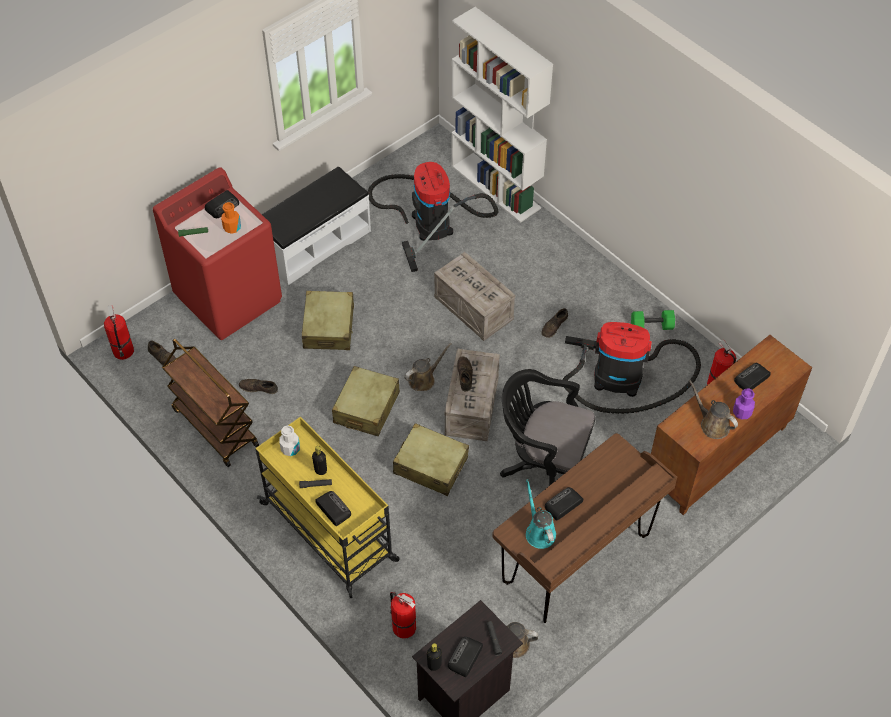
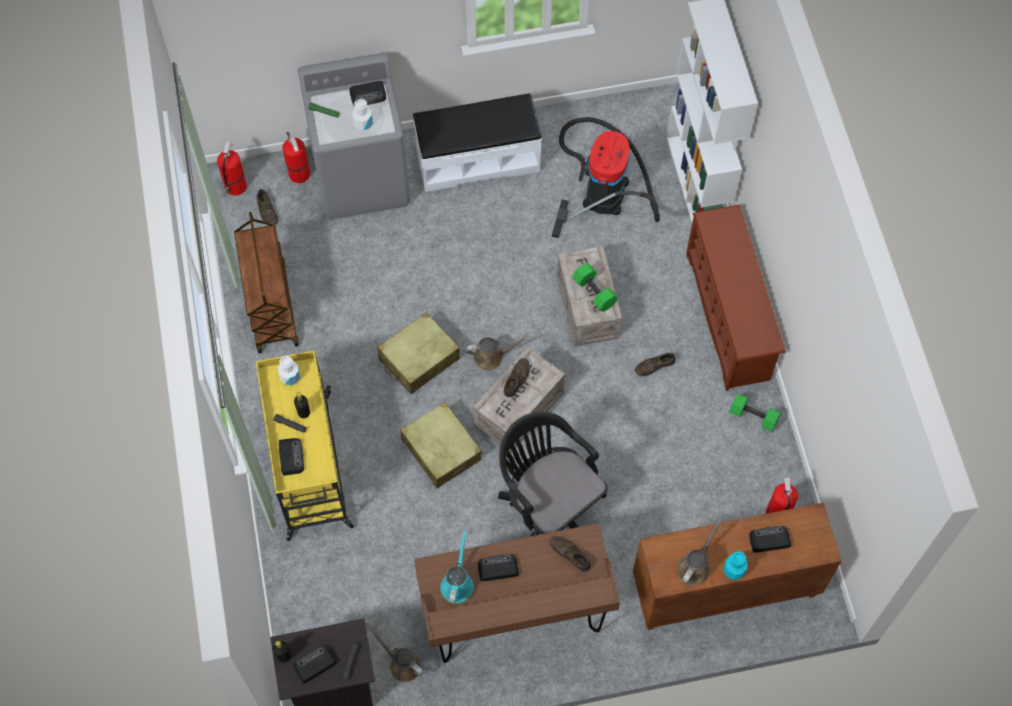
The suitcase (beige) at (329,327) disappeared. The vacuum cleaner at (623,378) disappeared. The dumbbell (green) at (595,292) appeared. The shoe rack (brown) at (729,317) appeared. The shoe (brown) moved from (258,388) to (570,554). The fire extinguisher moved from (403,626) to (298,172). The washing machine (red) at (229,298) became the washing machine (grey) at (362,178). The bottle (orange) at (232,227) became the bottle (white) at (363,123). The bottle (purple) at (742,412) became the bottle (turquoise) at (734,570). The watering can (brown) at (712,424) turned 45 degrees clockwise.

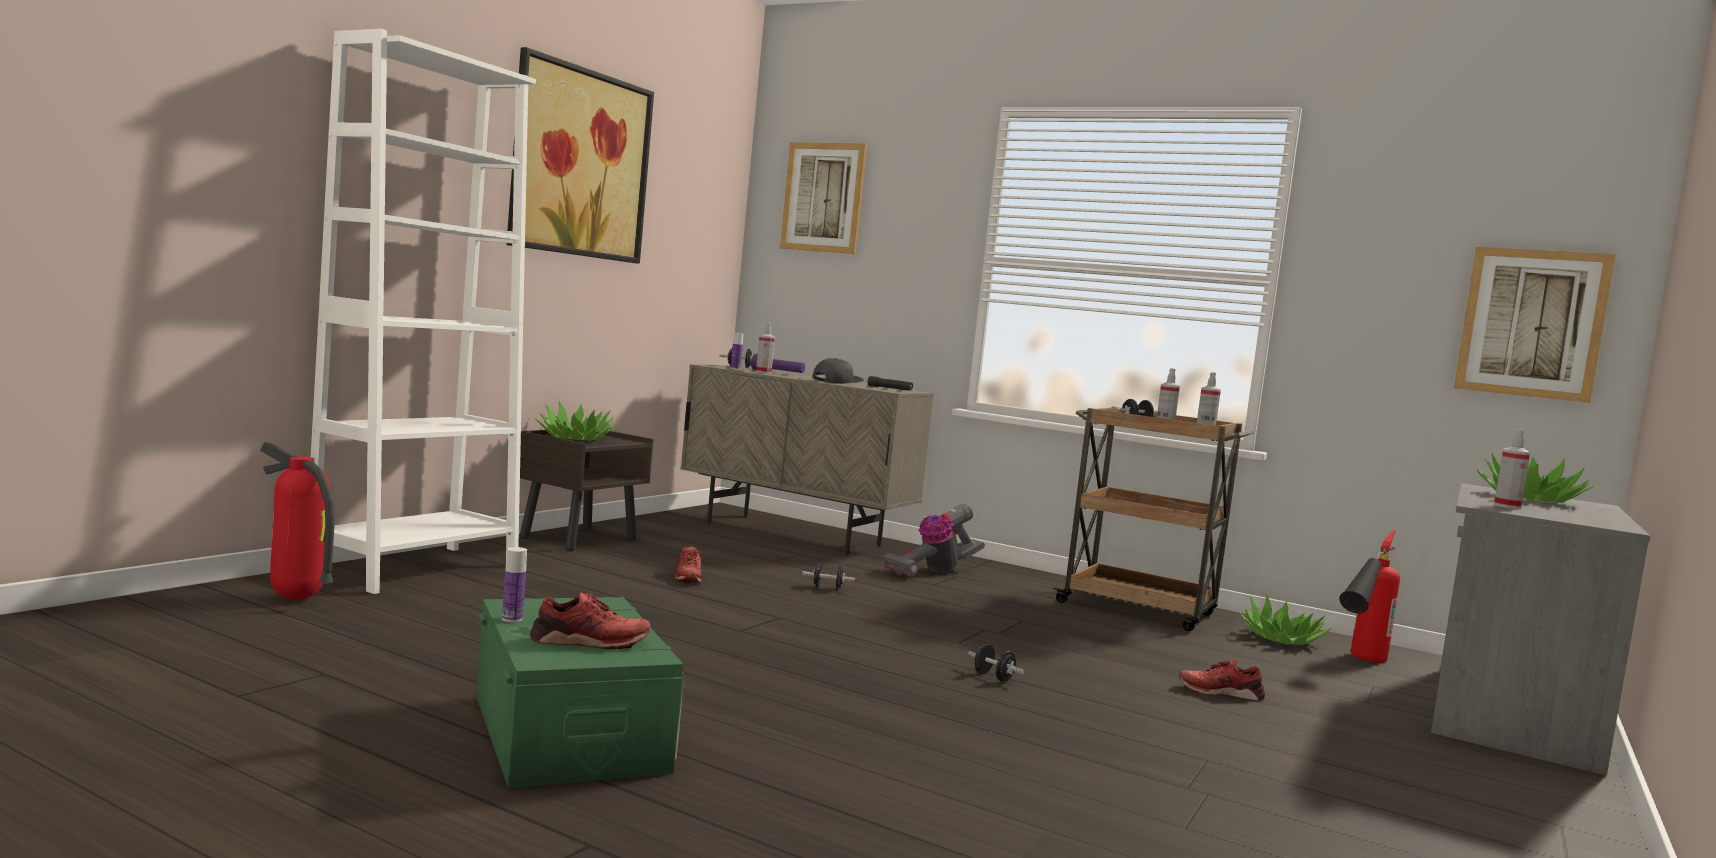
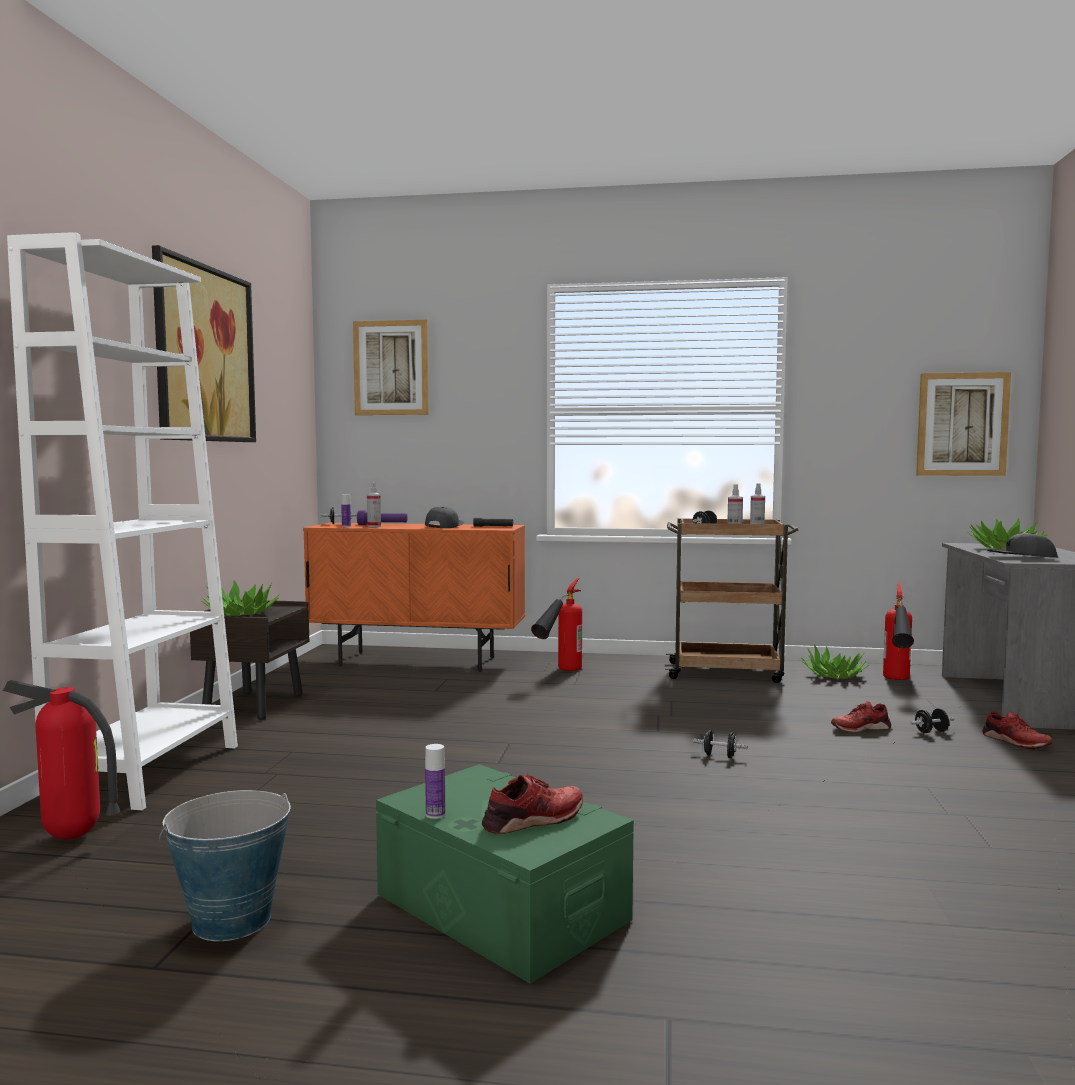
The bucket at (231,920) appeared. The shoe (red) moved from (687,577) to (1015,741). The dumbbell (black) moved from (827,588) to (931,732). The vacuum cleaner at (933,572) was replaced by the fire extinguisher at (559,673). The spray bottle at (1507,506) was replaced by the cap (grey) at (1021,557). The cabinet (beige) at (793,534) became the cabinet (orange) at (418,662).

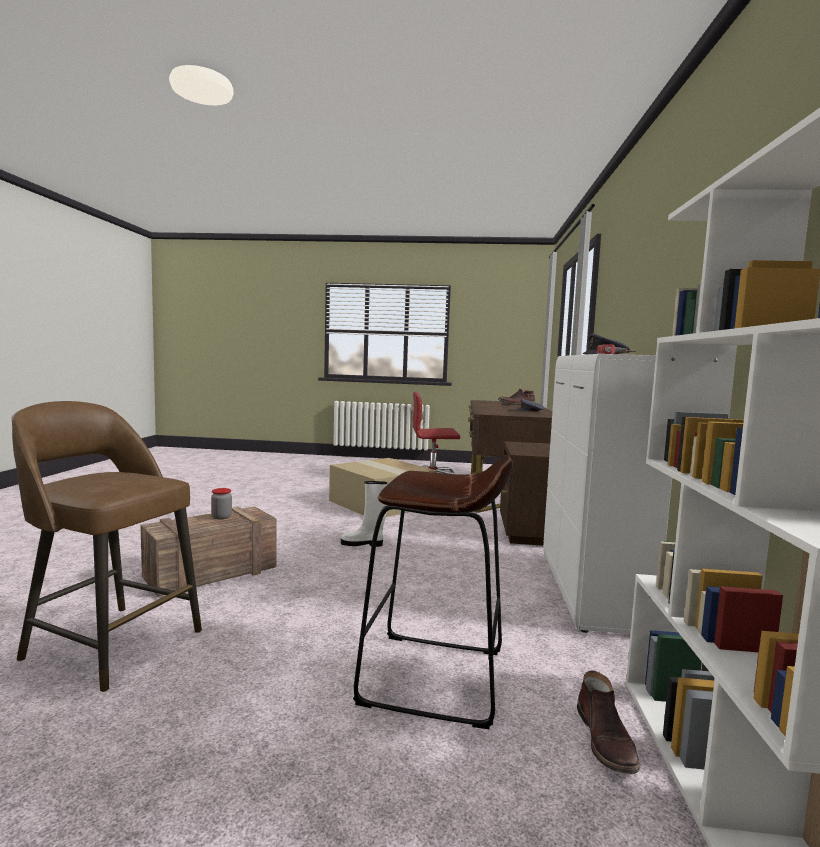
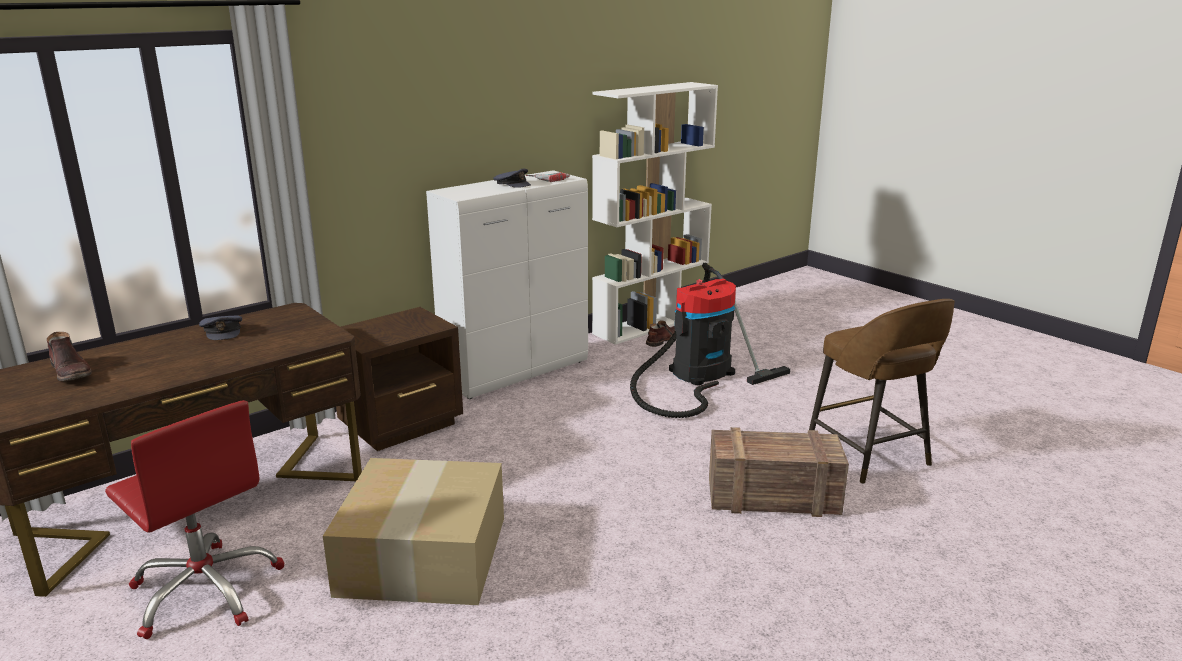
The jar at (221,517) disappeared. The boot (white) at (363,544) disappeared. The stool (brown) at (433,677) was replaced by the vacuum cleaner at (697,375).

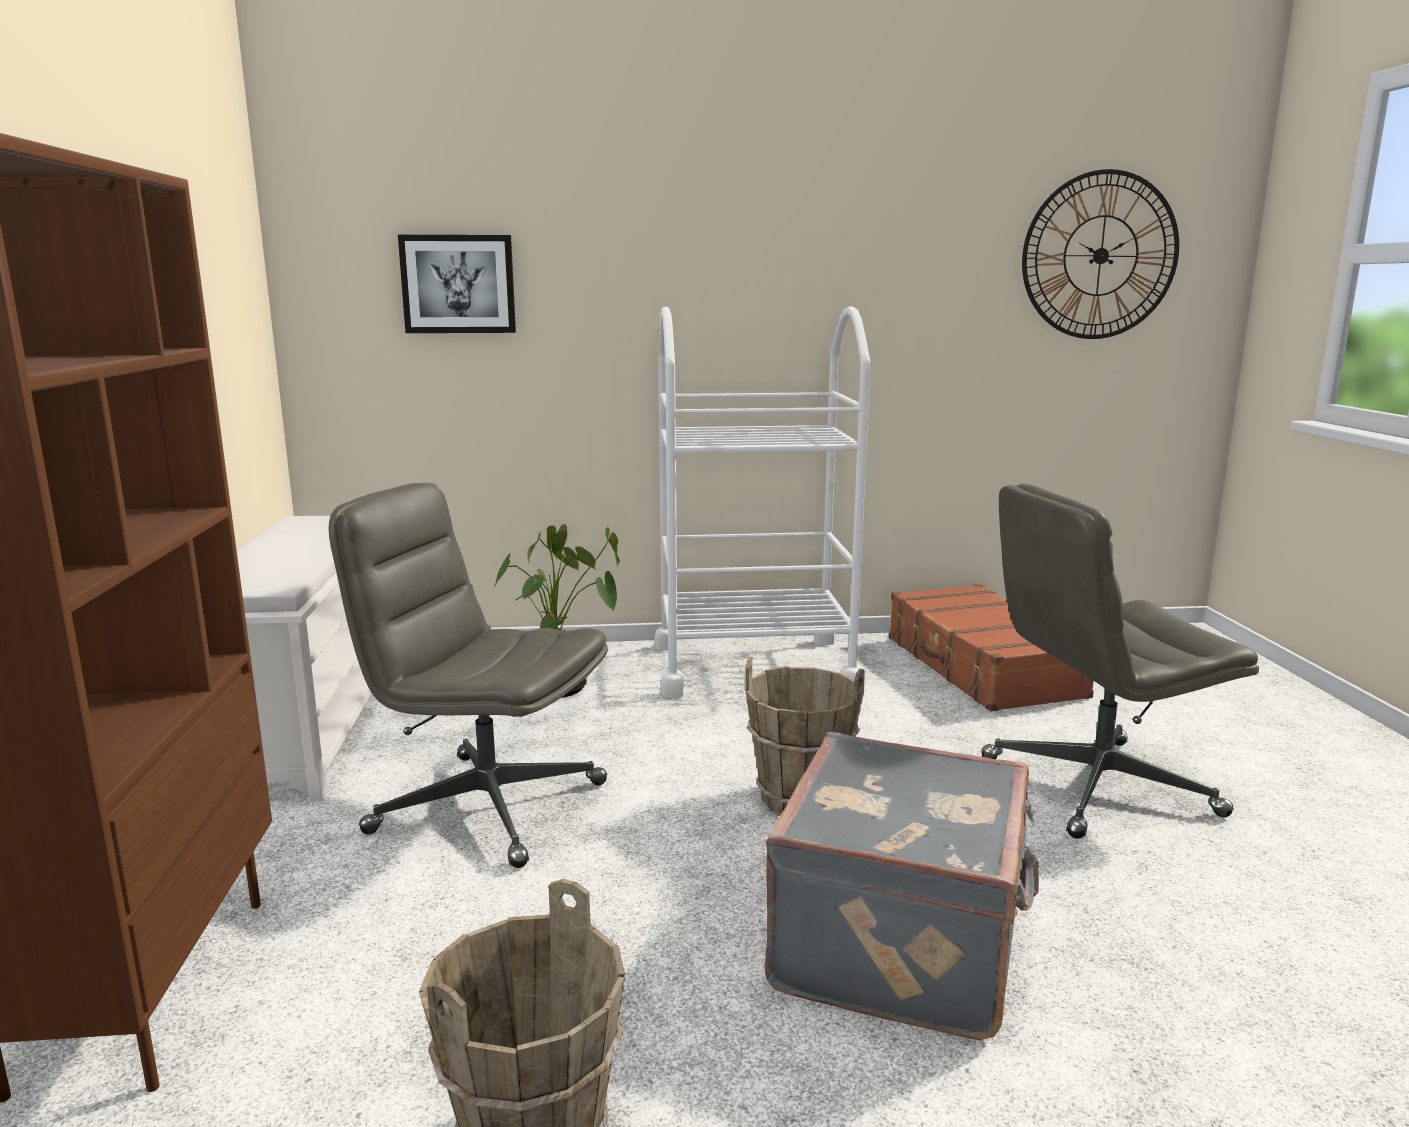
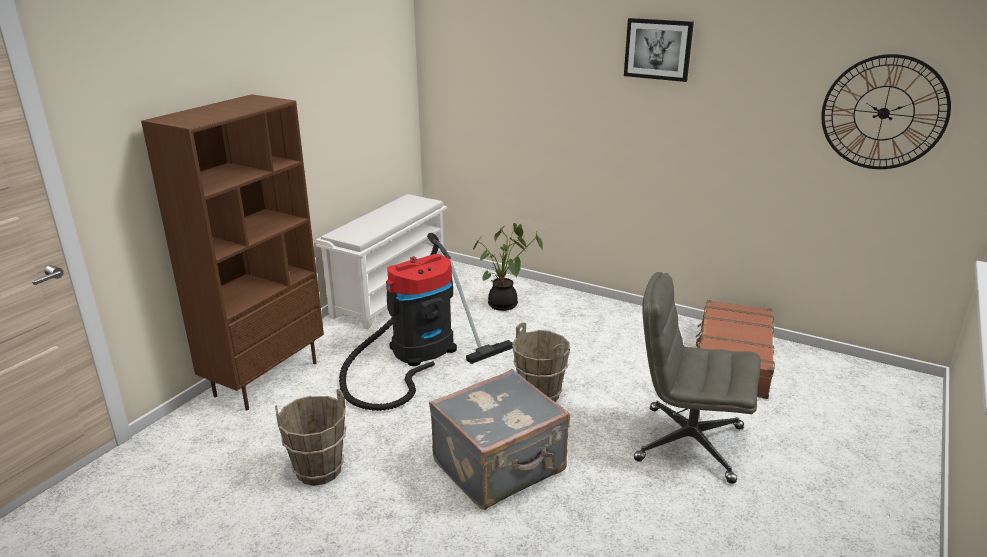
The cart (white) at (753,666) disappeared. The picture moved from (458,284) to (658,49). The office chair (grey) at (486,807) was replaced by the vacuum cleaner at (417,352).

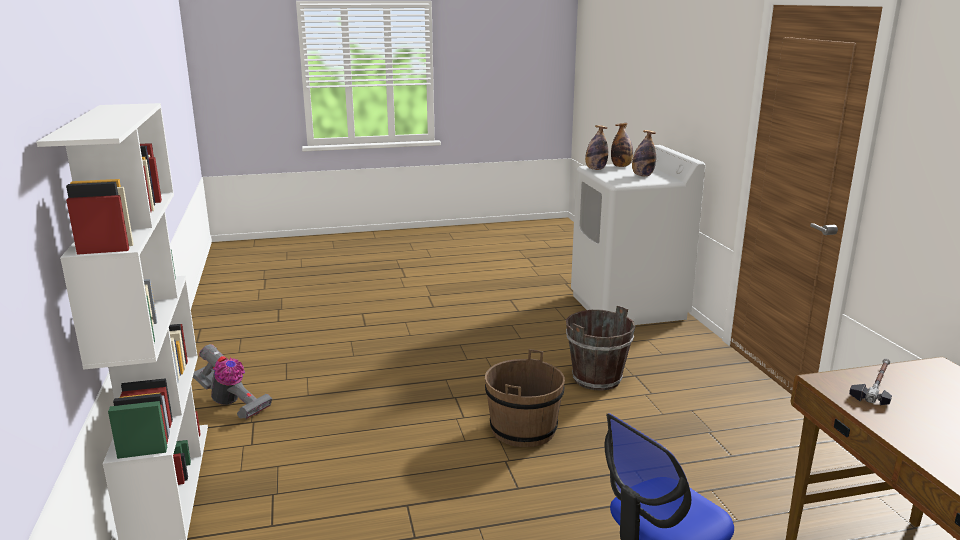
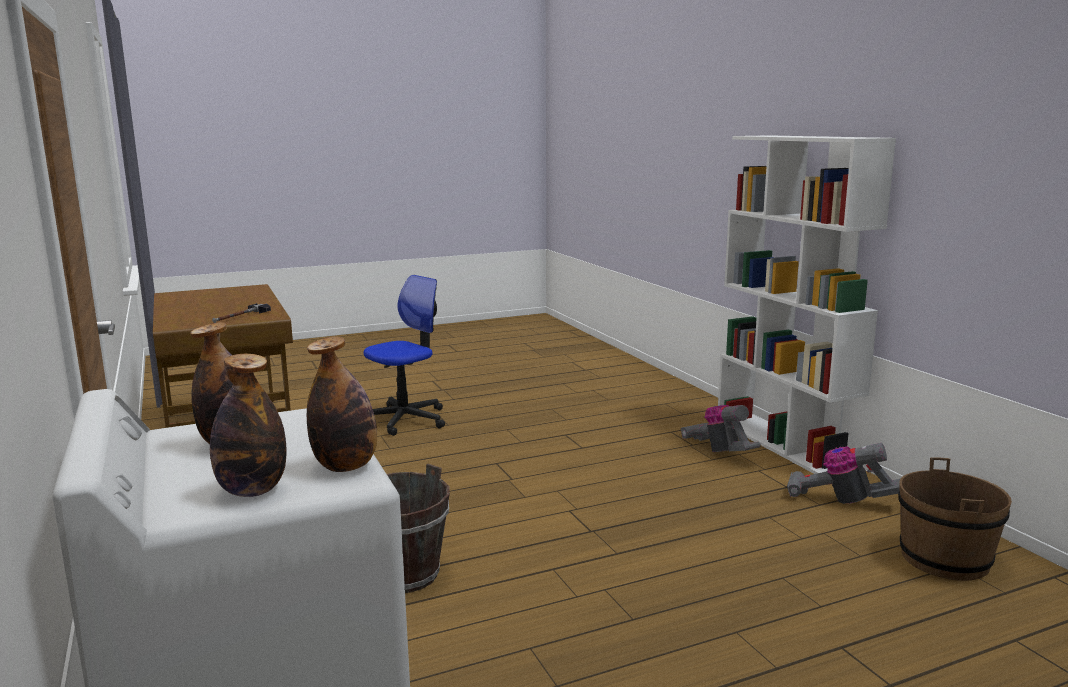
The vacuum cleaner at (719,451) appeared. The bucket (brown) moved from (523,429) to (944,559).

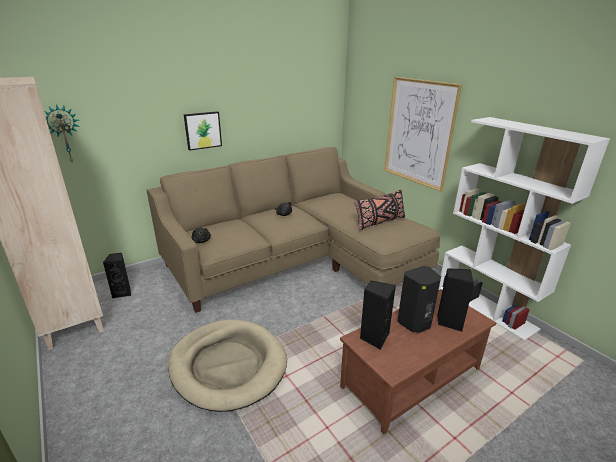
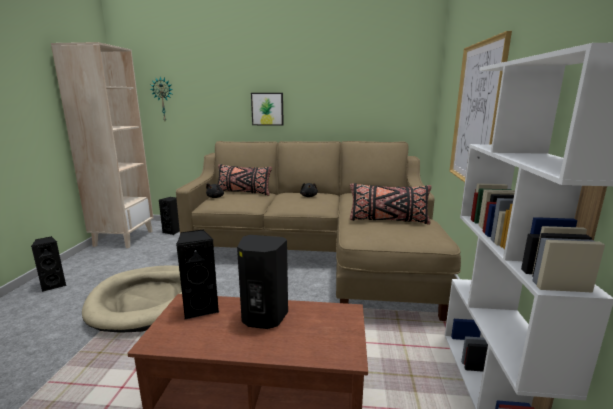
The pillow (black) at (243,192) appeared. The speaker (black) moved from (449,321) to (54,285).

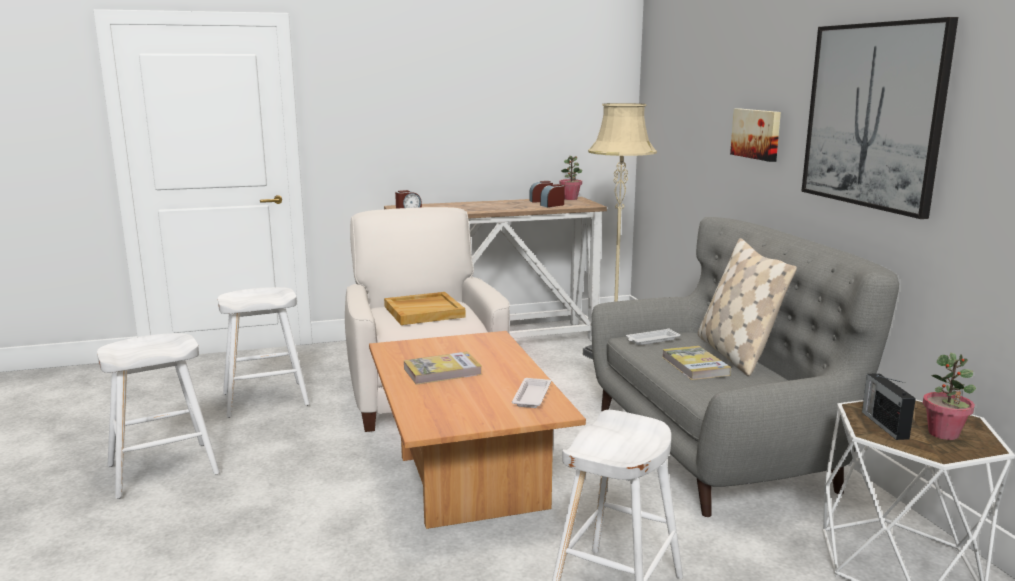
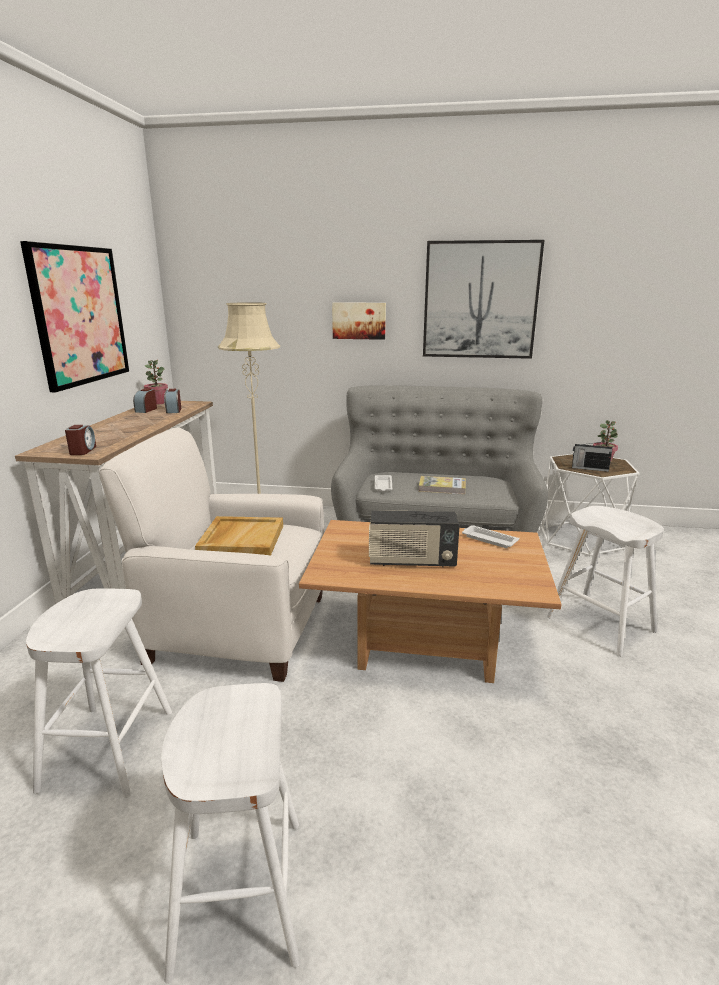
The pillow (beige) at (735,354) disappeared. The picture at (79,315) appeared. The book at (442,371) was replaced by the radio at (411,561).

